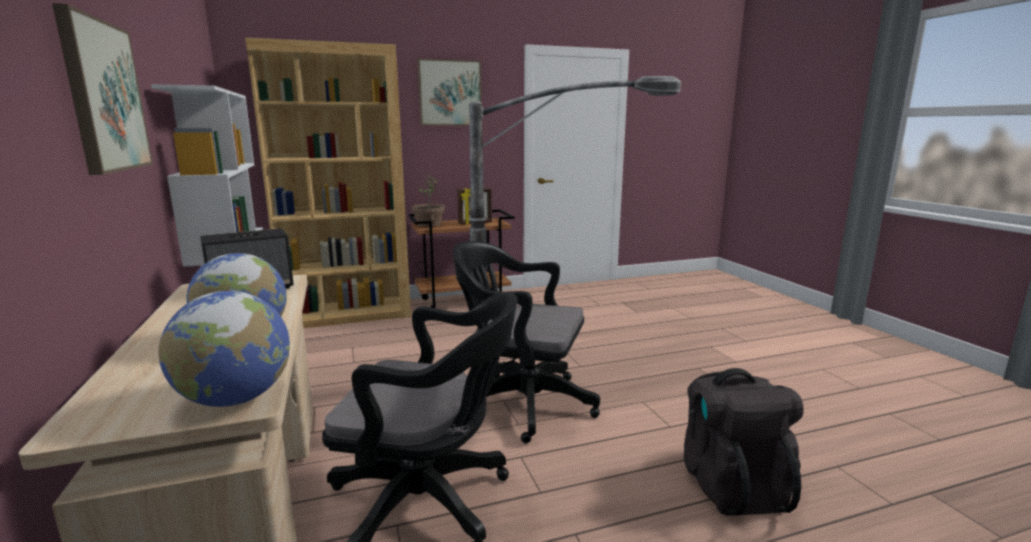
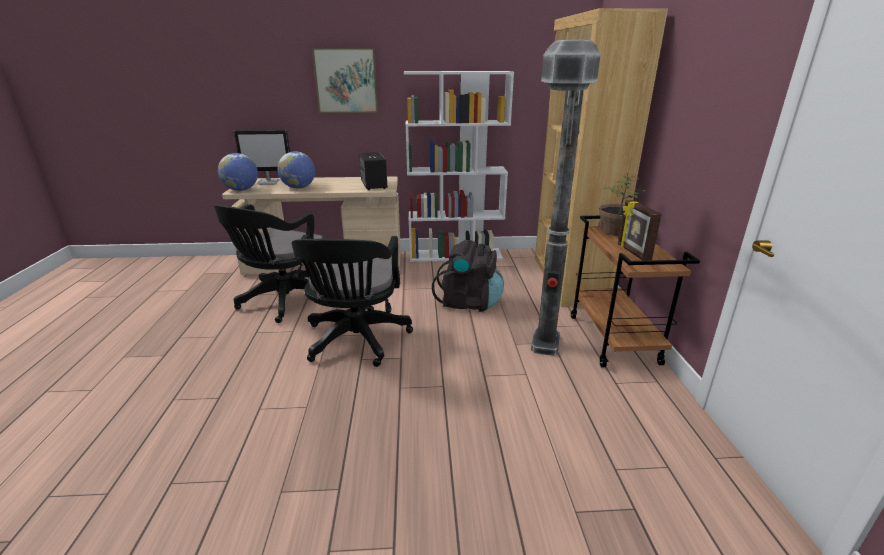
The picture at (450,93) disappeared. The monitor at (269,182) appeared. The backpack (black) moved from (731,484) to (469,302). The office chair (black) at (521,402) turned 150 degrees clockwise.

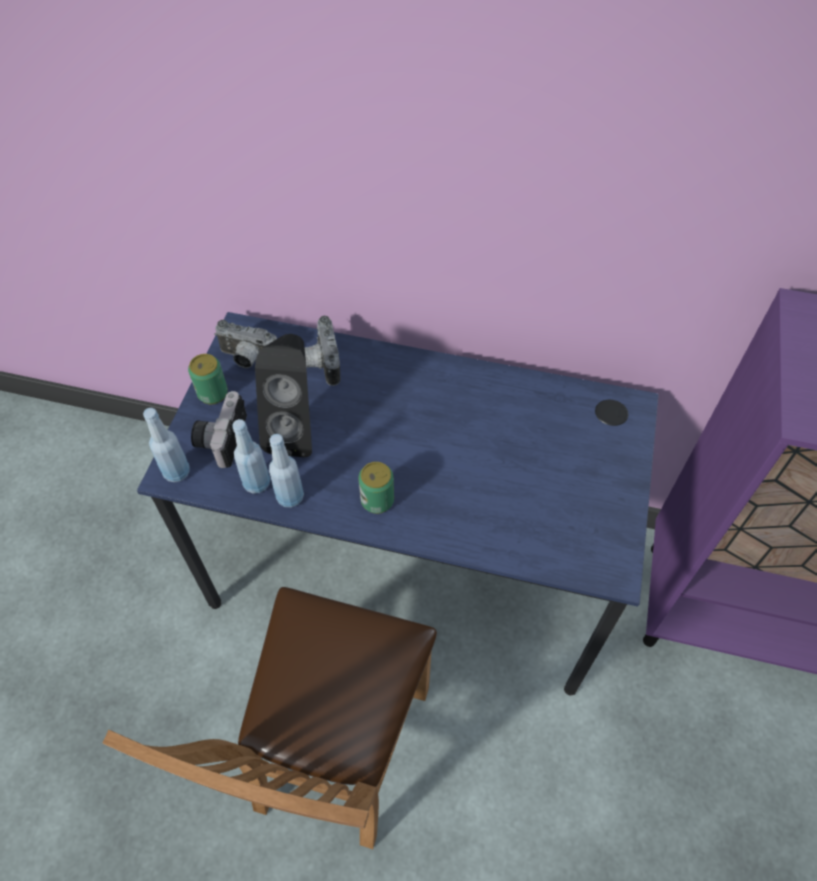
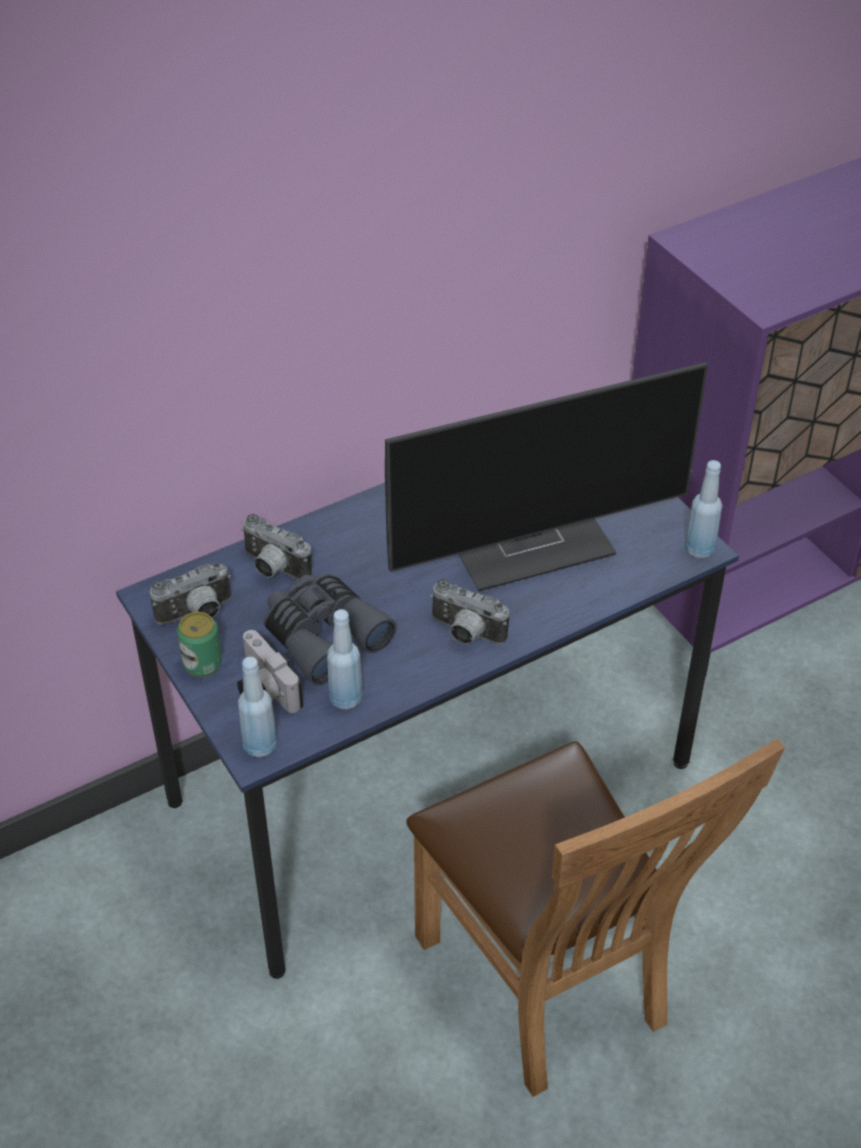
The monitor at (532,542) appeared. The bottle (blue) moved from (290,497) to (699,549). The speaker (black) at (296,430) was replaced by the binoculars (grey) at (323,635). The can at (377,500) was replaced by the photo camera at (465,634).

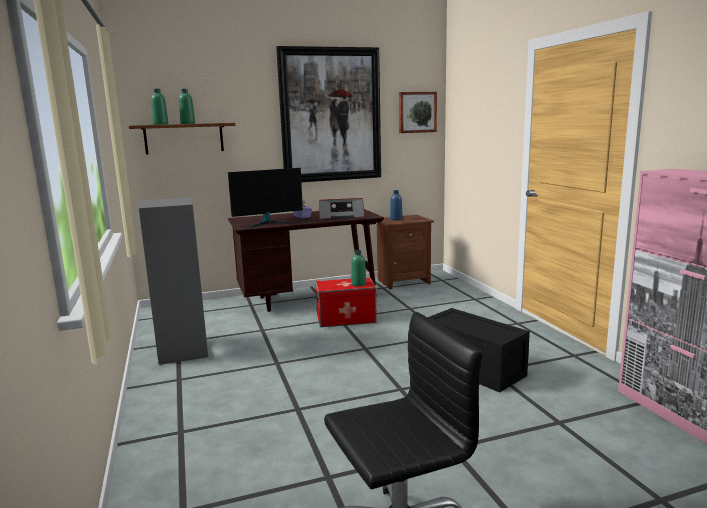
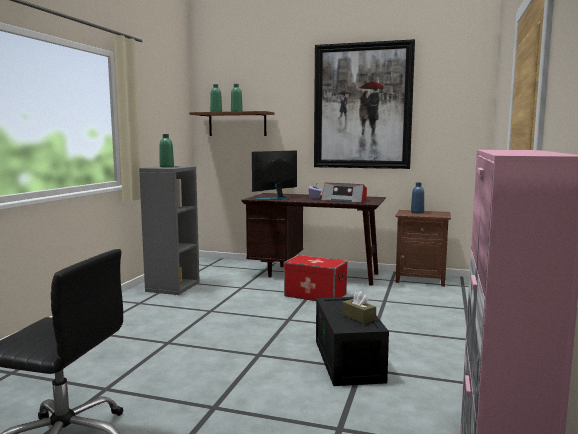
The picture at (417,112) disappeared. The tissue box (brown) at (358,317) appeared. The bottle (green) moved from (358,284) to (166,167). The monitor at (268,223) turned 120 degrees clockwise.

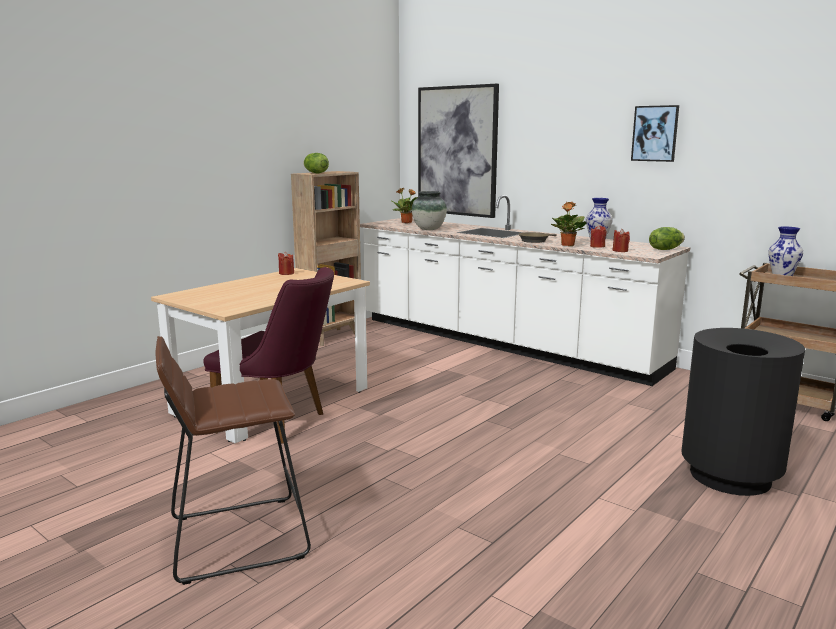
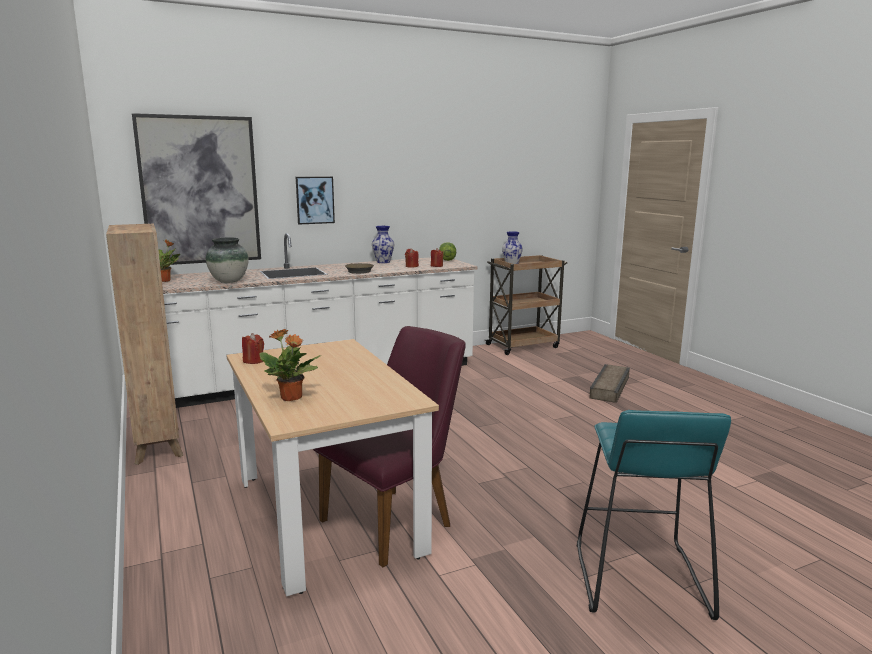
The lettuce at (315,173) disappeared. The potted plant moved from (567,245) to (291,398). The picture moved from (655,133) to (315,200). The trash can (black) at (730,476) was replaced by the crate at (611,387). The stool (brown) at (238,537) became the stool (turquoise) at (638,578).

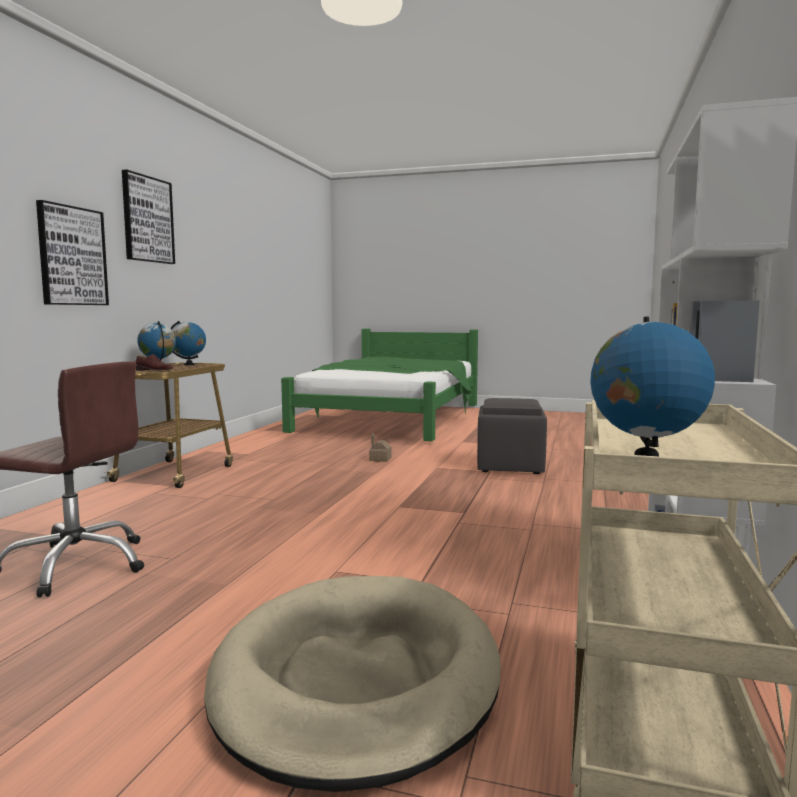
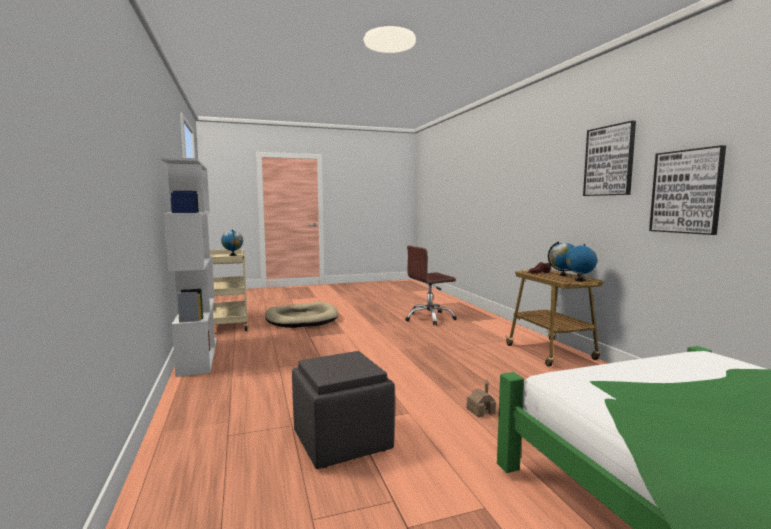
The picture moved from (72,256) to (686,191).

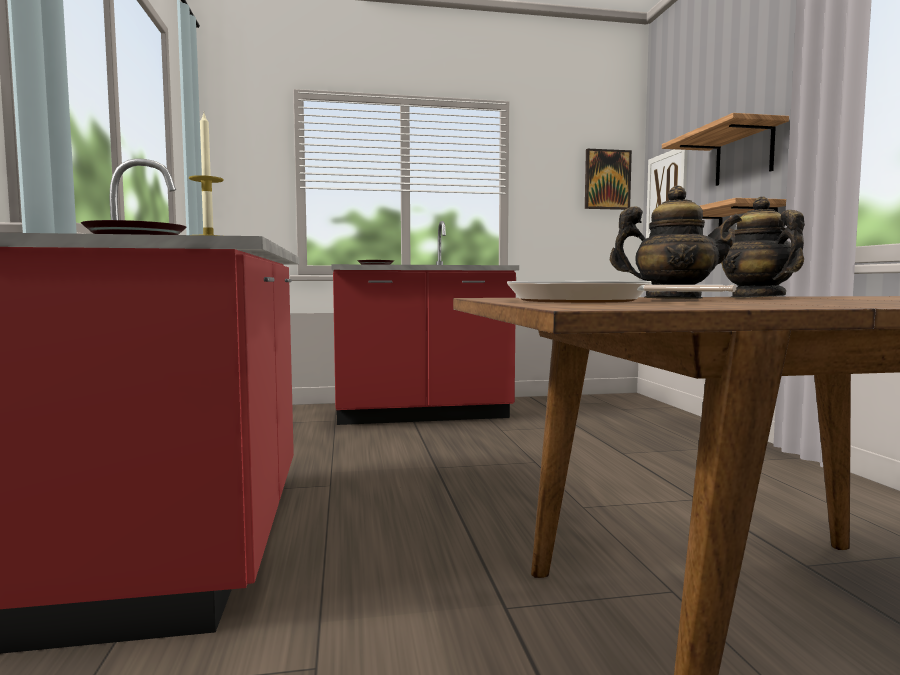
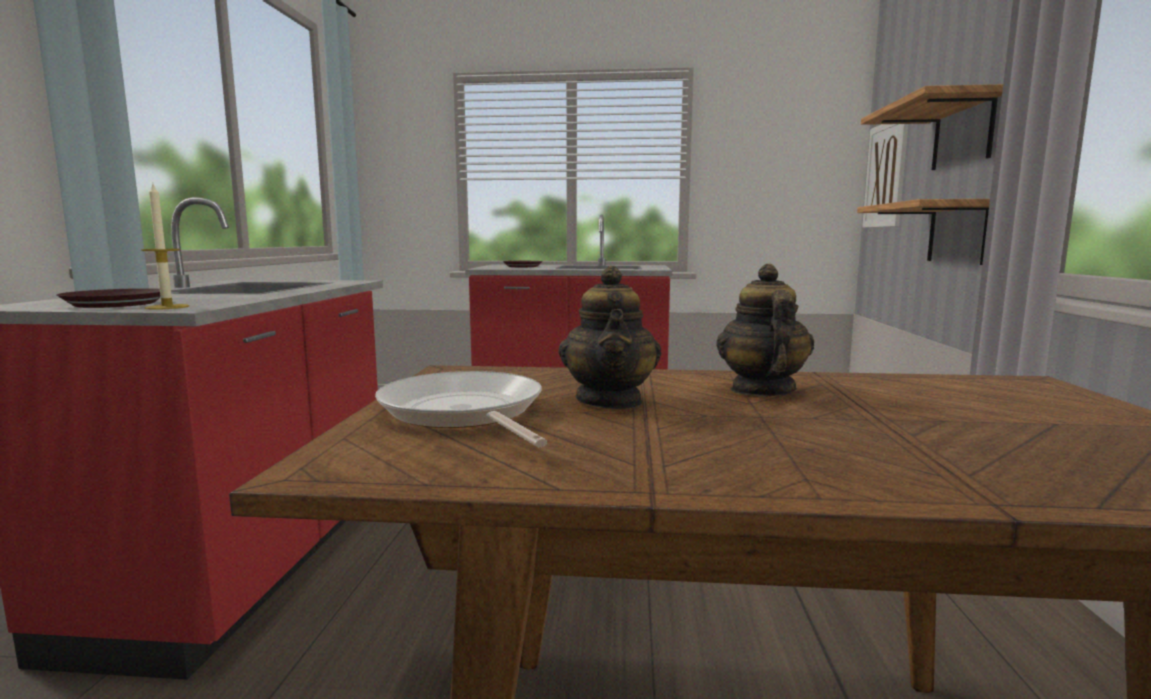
The picture at (607,179) disappeared. The teapot at (672,299) turned 60 degrees clockwise.

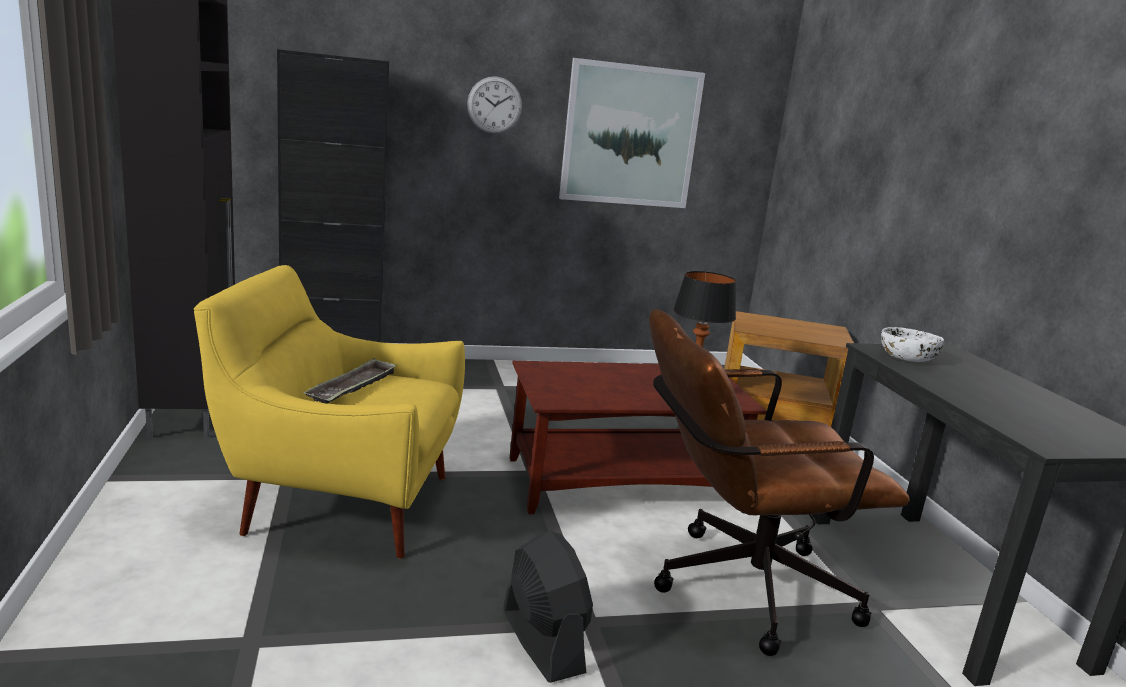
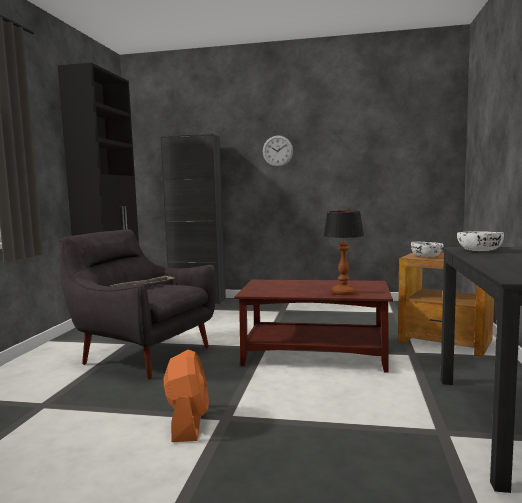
The picture at (630,135) disappeared. The office chair (brown) at (736,587) disappeared. The bowl (white) at (427,256) appeared. The armchair (yellow) at (339,502) became the armchair (grey) at (143,354). The fan (black) at (542,641) became the fan (orange) at (188,423).

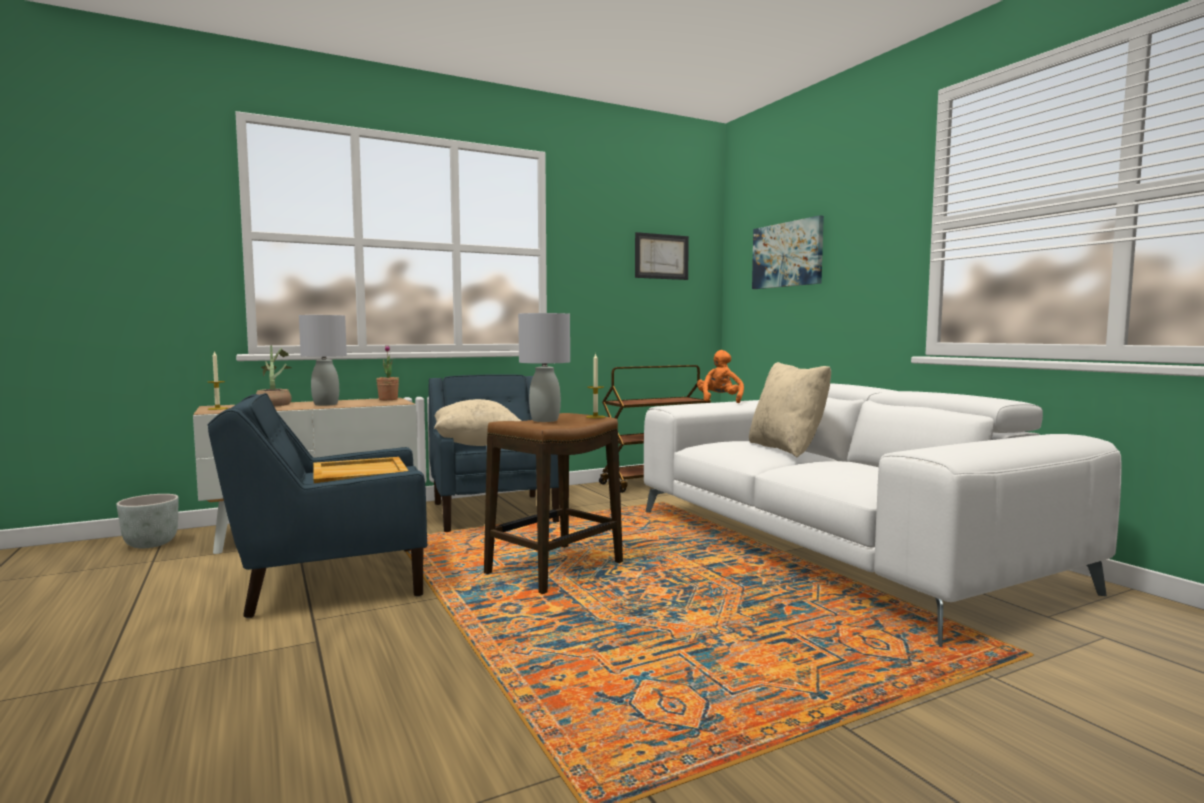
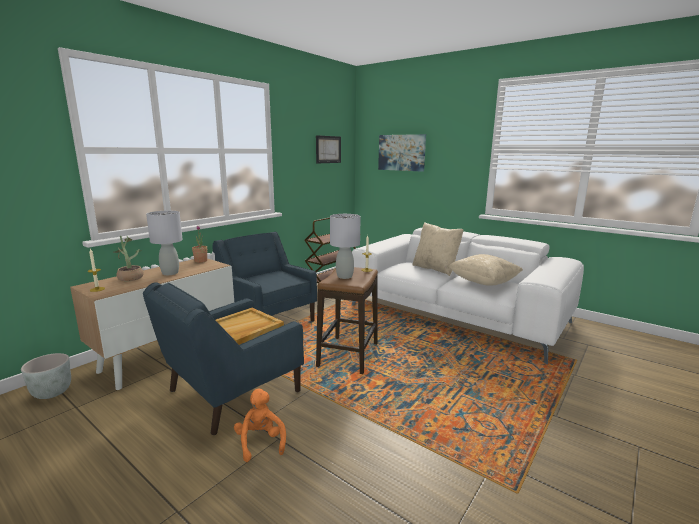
The pillow (beige) moved from (477,444) to (483,283). The plush toy (orange) moved from (720,401) to (260,442).

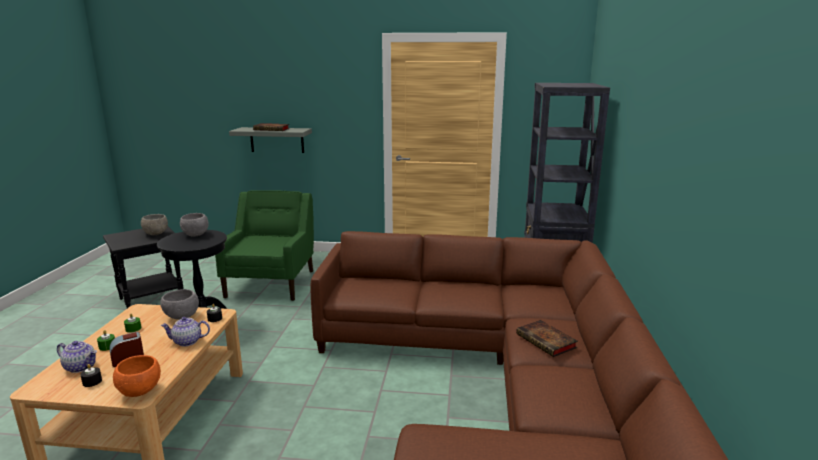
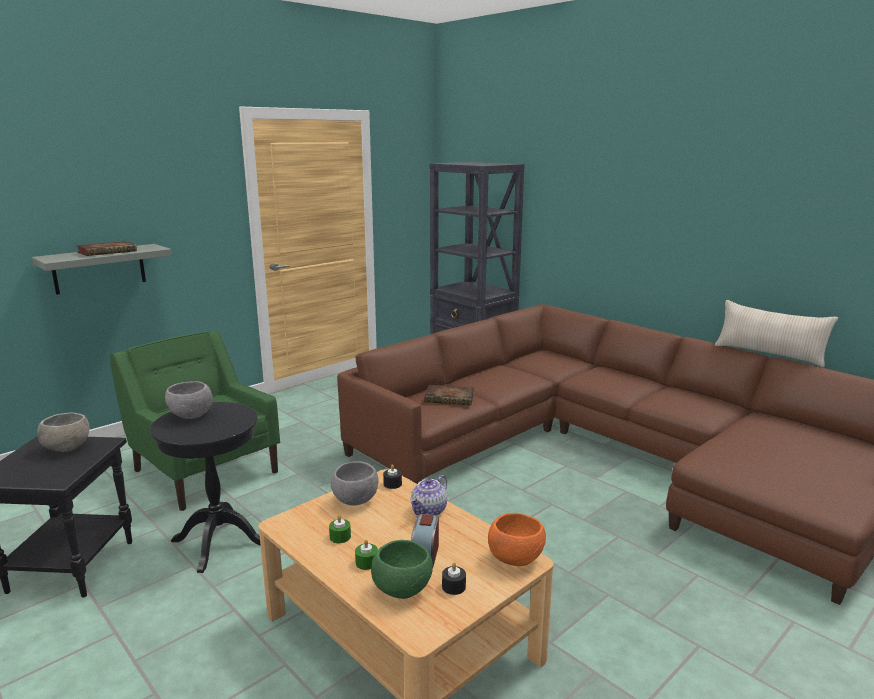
The pillow (beige) at (769,354) appeared. The book moved from (547,342) to (450,398). The teapot at (81,367) was replaced by the bowl (green) at (401,589).

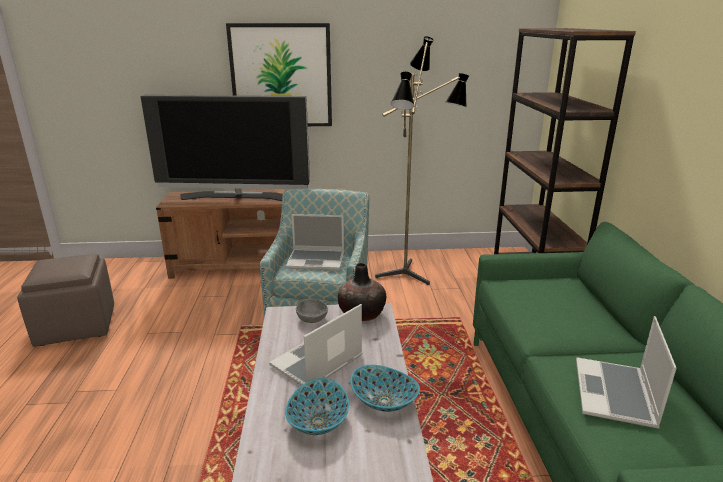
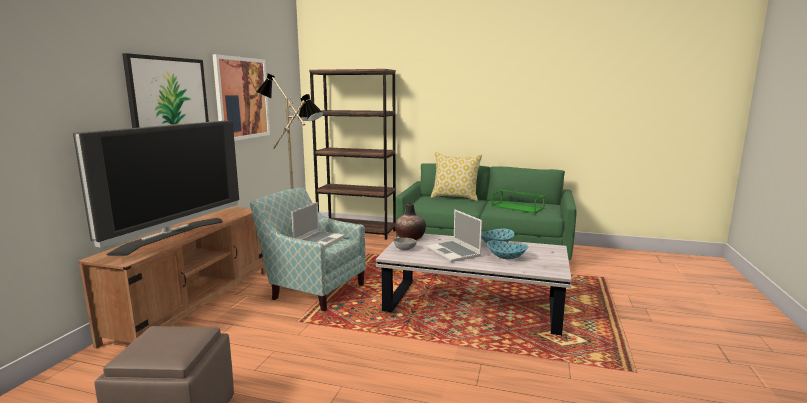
The picture at (242,98) appeared. The pillow at (455,197) appeared. The laptop at (615,394) was replaced by the tray (green) at (518,207).

